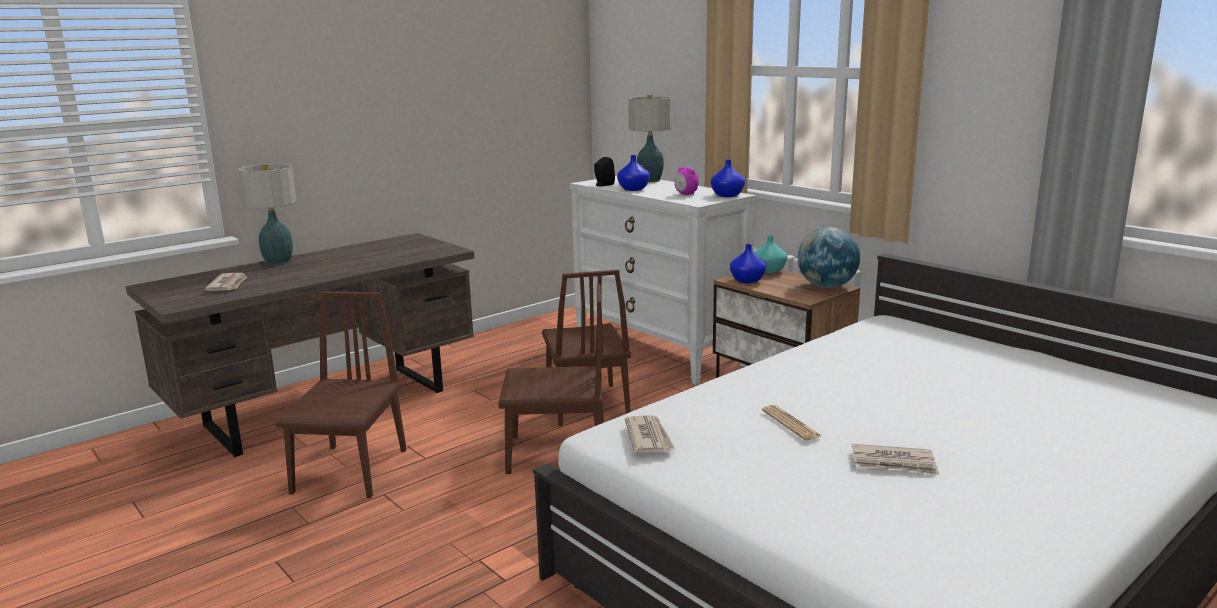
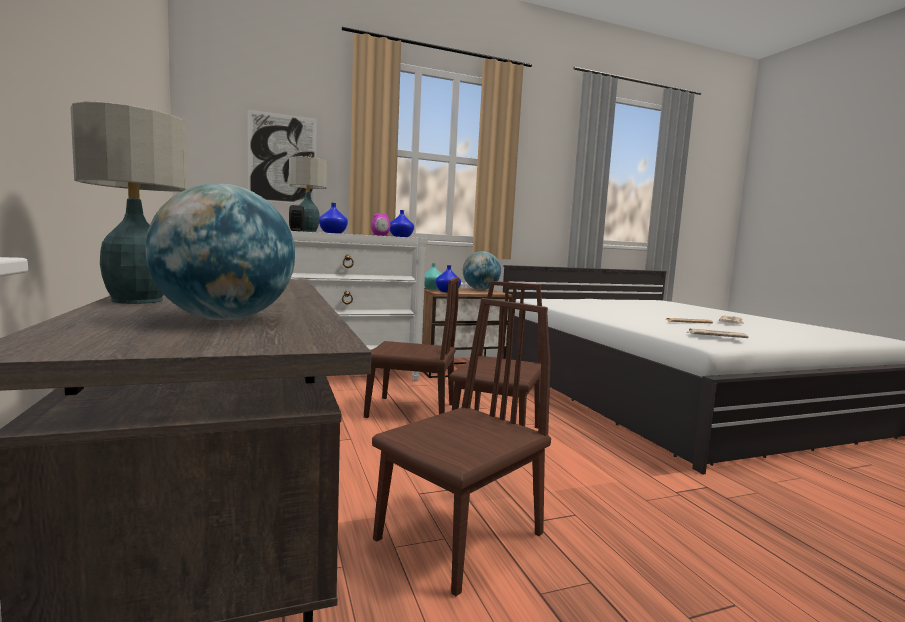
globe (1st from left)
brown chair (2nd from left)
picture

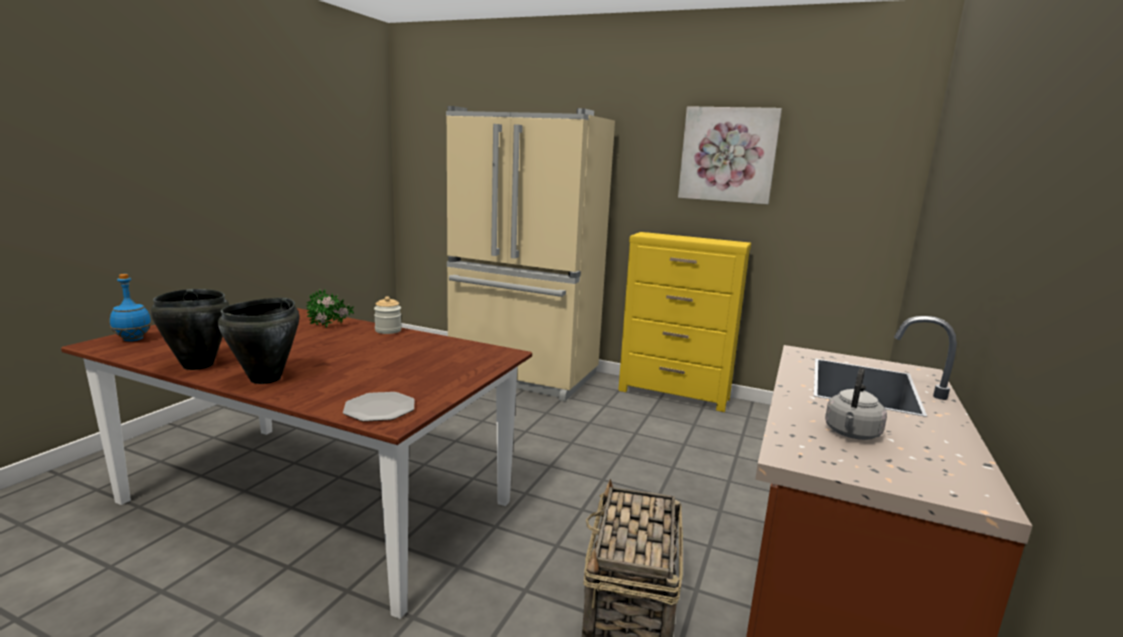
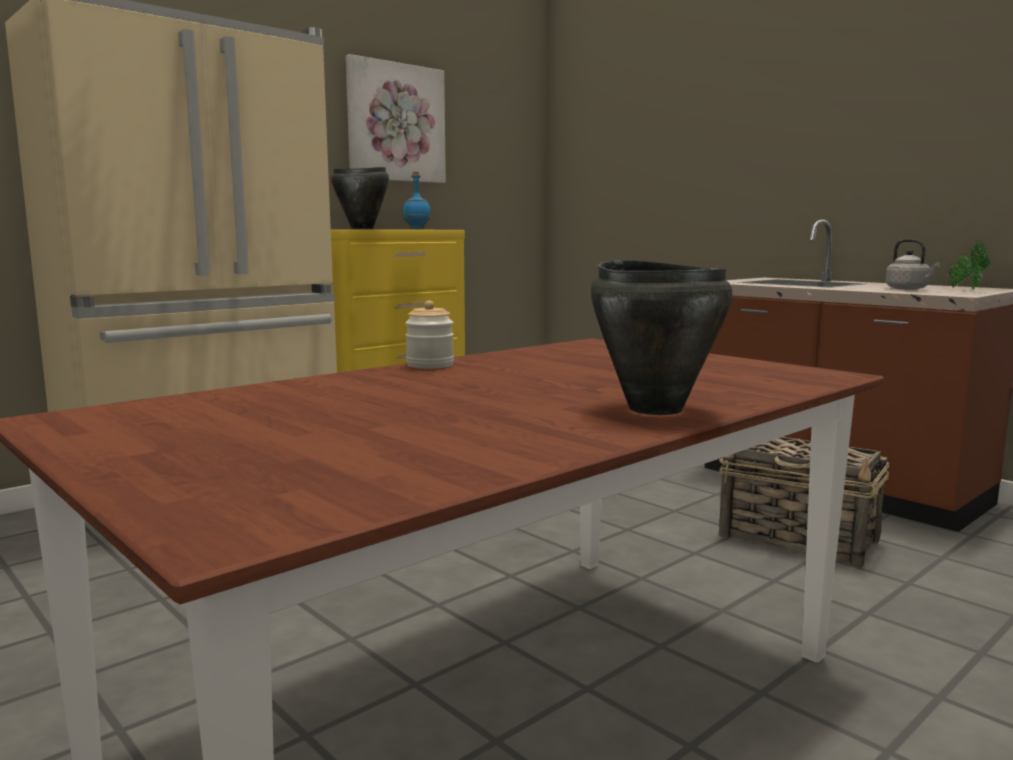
blue bottle
black-coloured saucepot (1st from left)
plant in a pot
flat dish

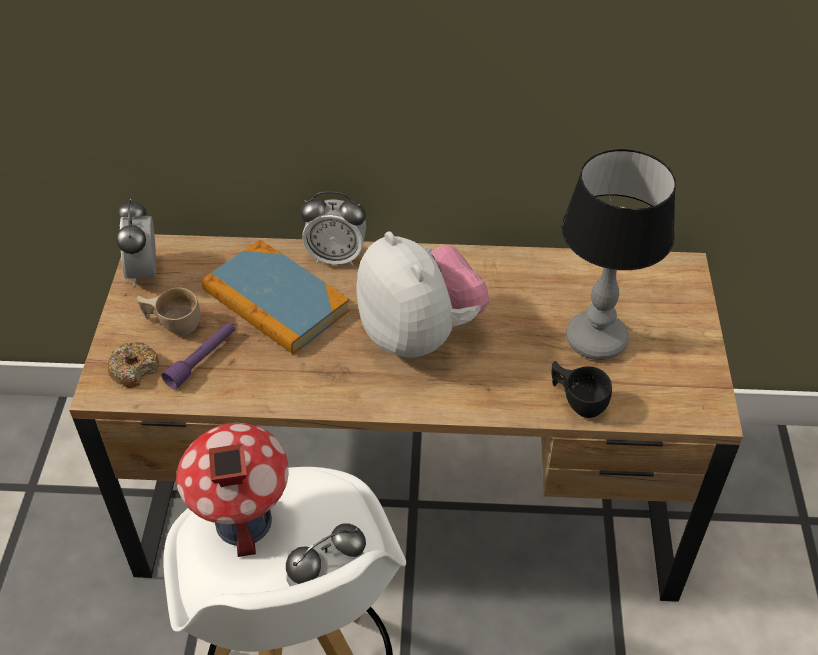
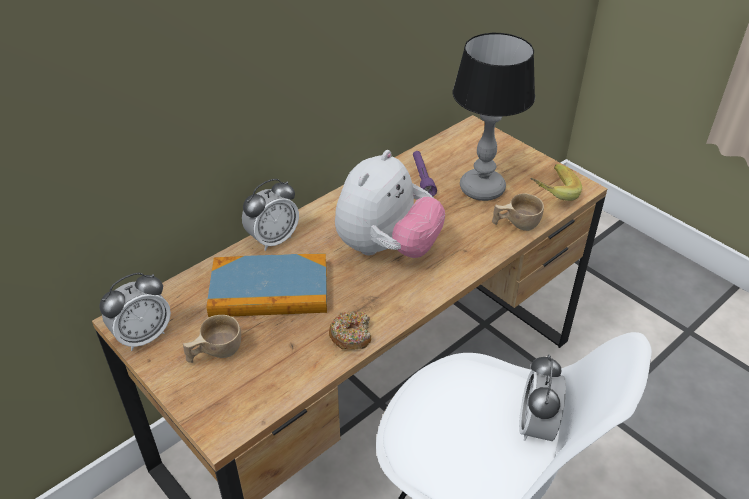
ring doughnut
table clock (1st from left)
purple flashlight
toy house
soft toy
beige drinking cup (2nd from left)
banana fruit

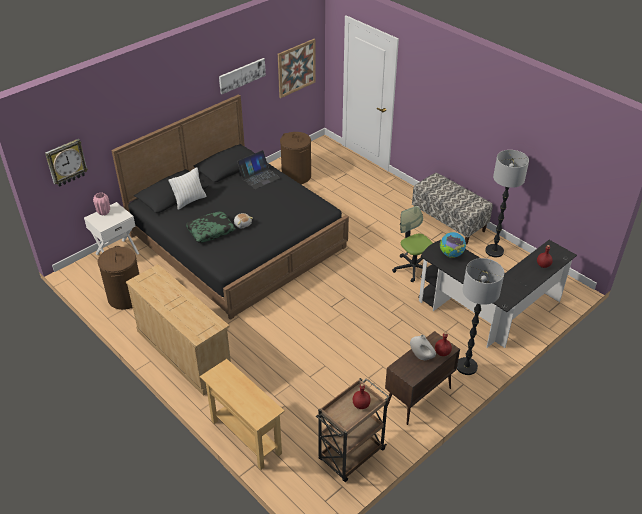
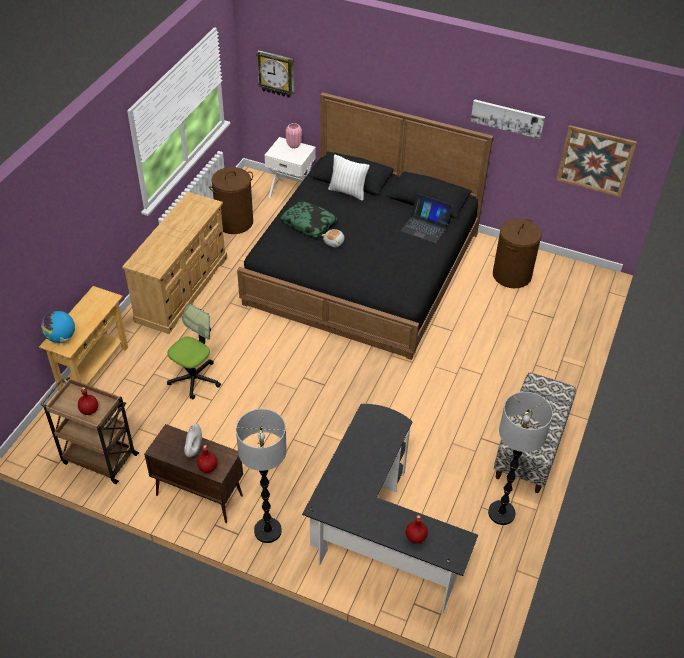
office chair
globe

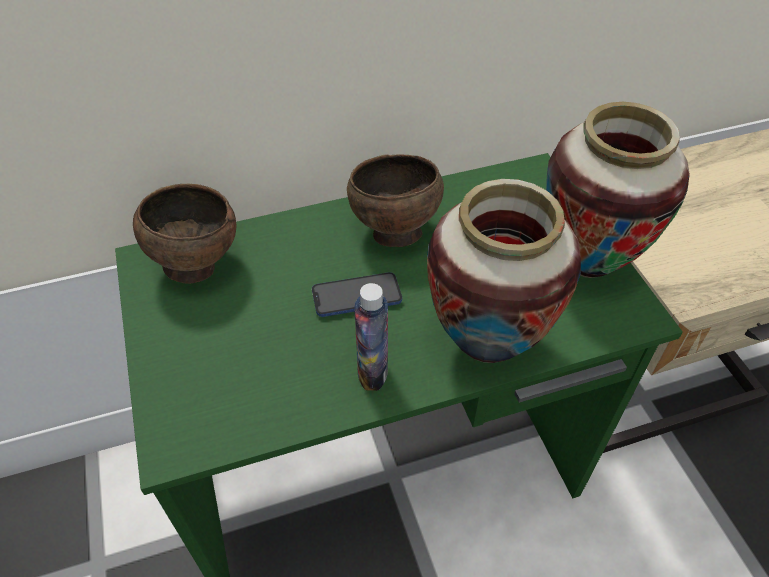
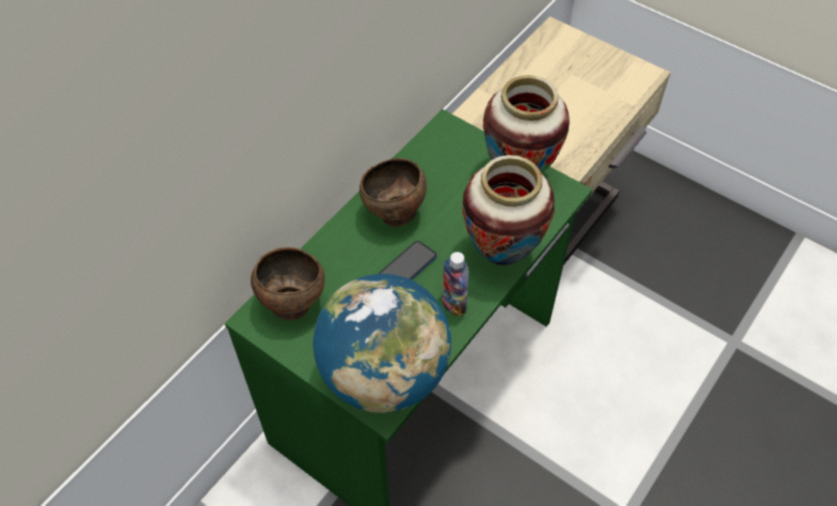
globe

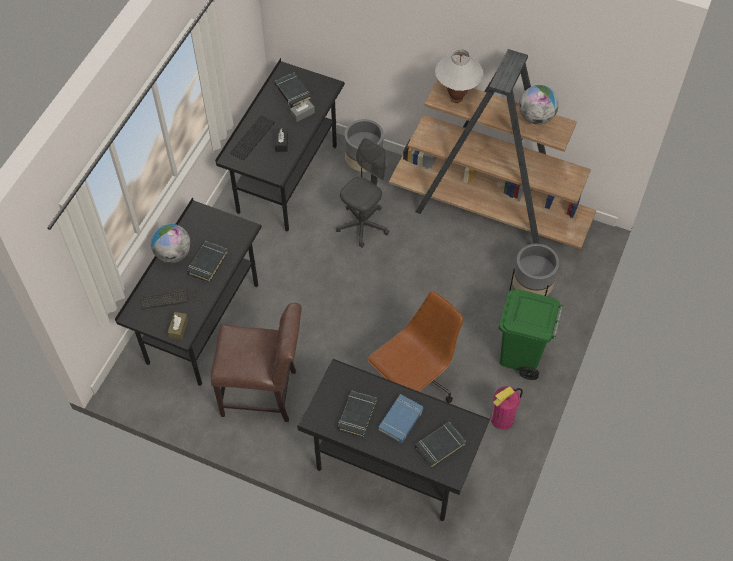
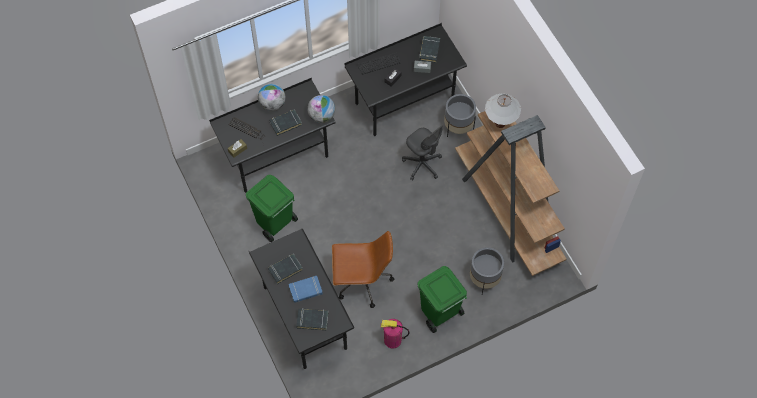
green waste bin (1st from left)
grey office chair
globe (2nd from left)

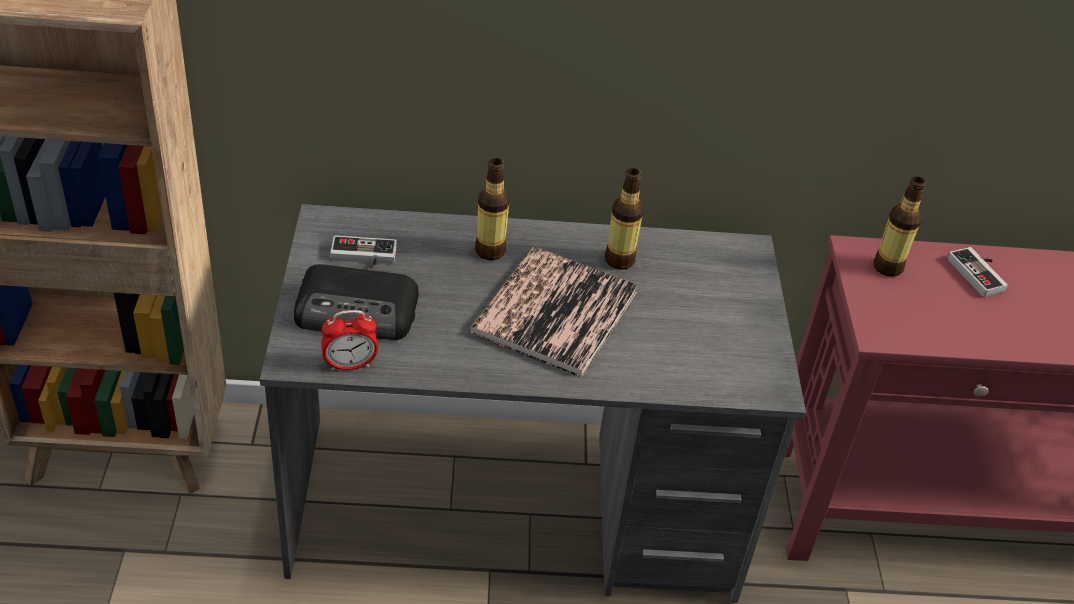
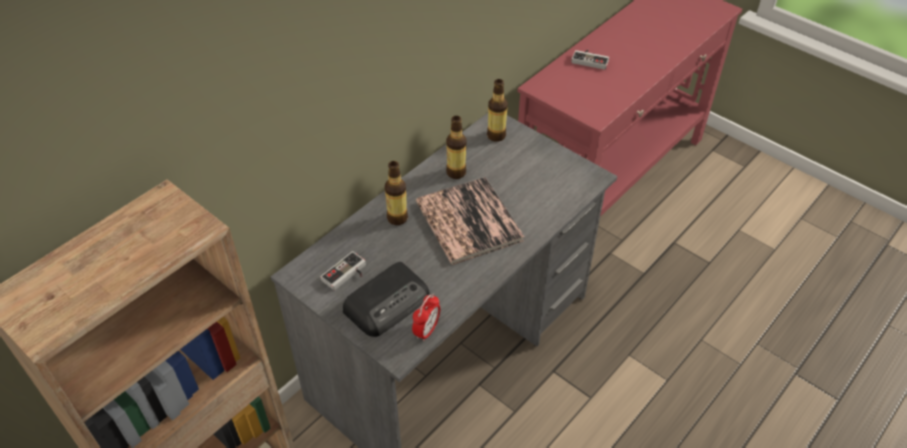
bottle (3rd from left)

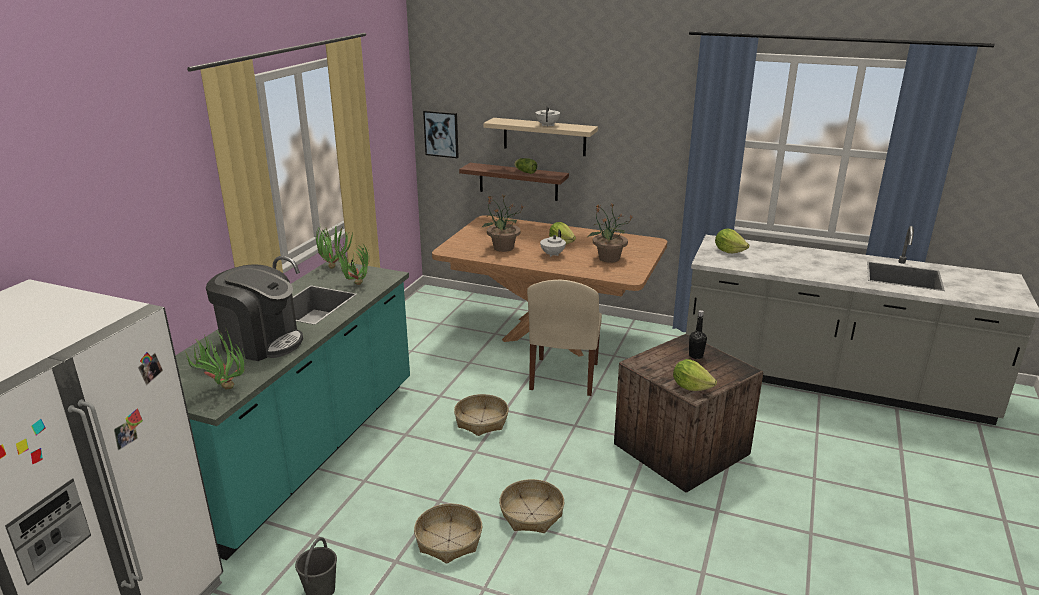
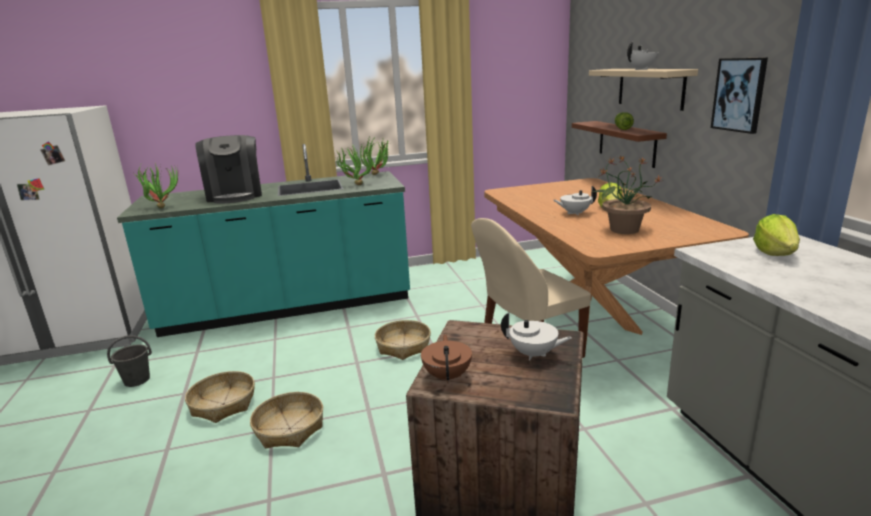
picture
plant in a pot (4th from left in the first image)
brown tea pot
white tea pot (1st from left)

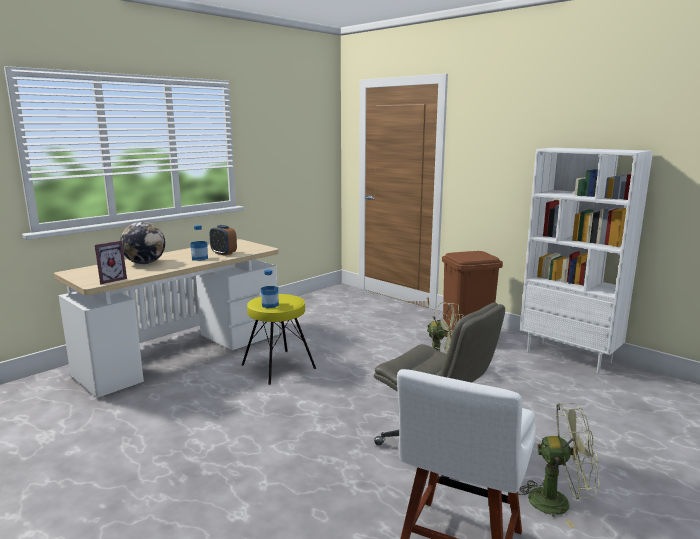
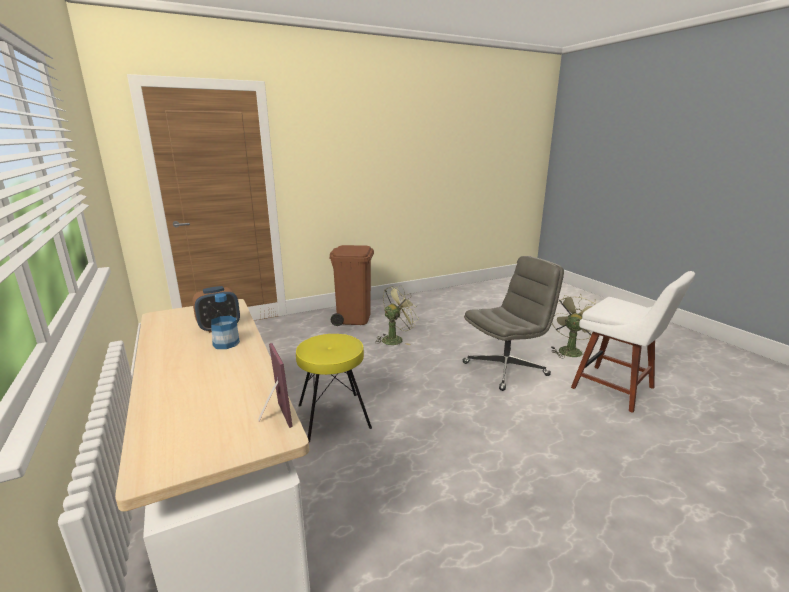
globe
bottle (2nd from left in the first image)
white shelving unit

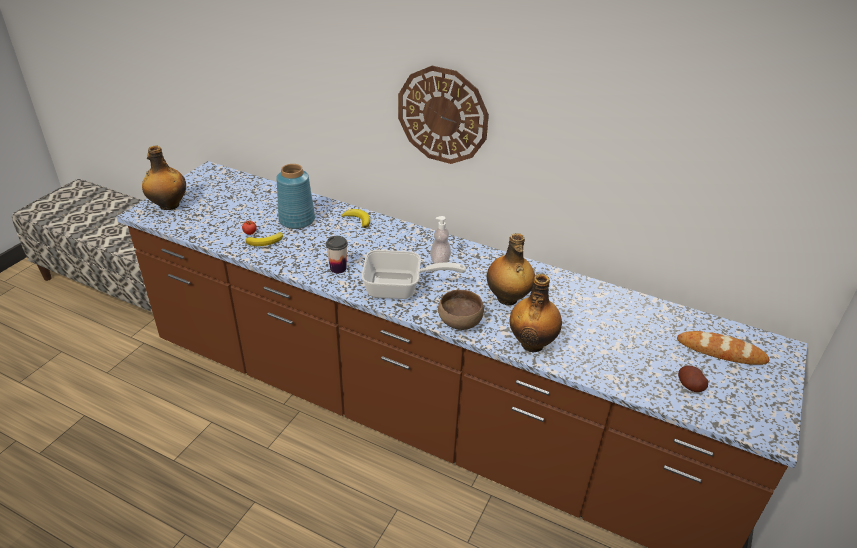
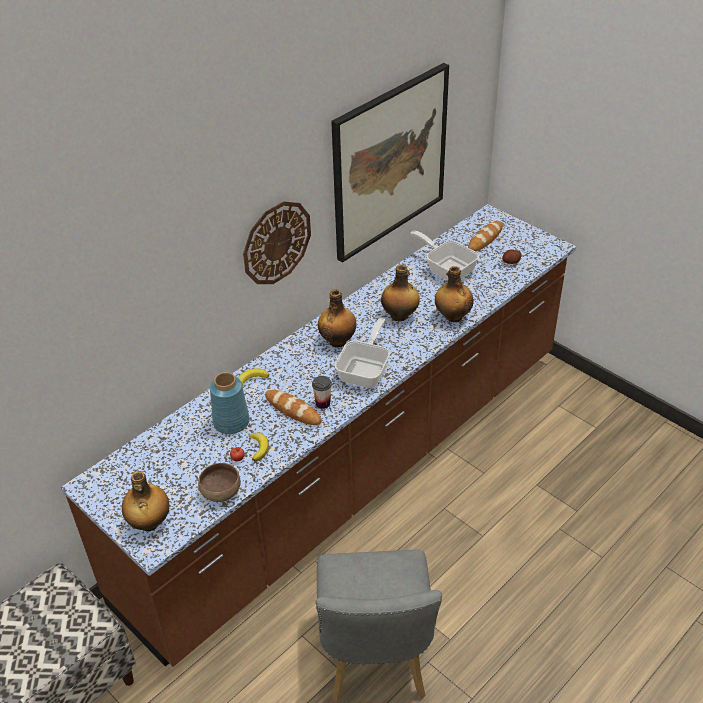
bottle (2nd from left)
brown bowl
baked bread (1st from left)
grey chair
picture
skillet (2nd from left)

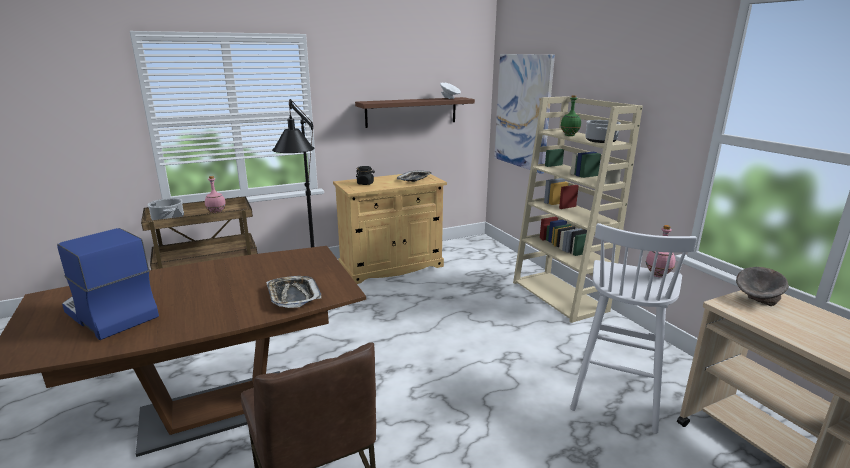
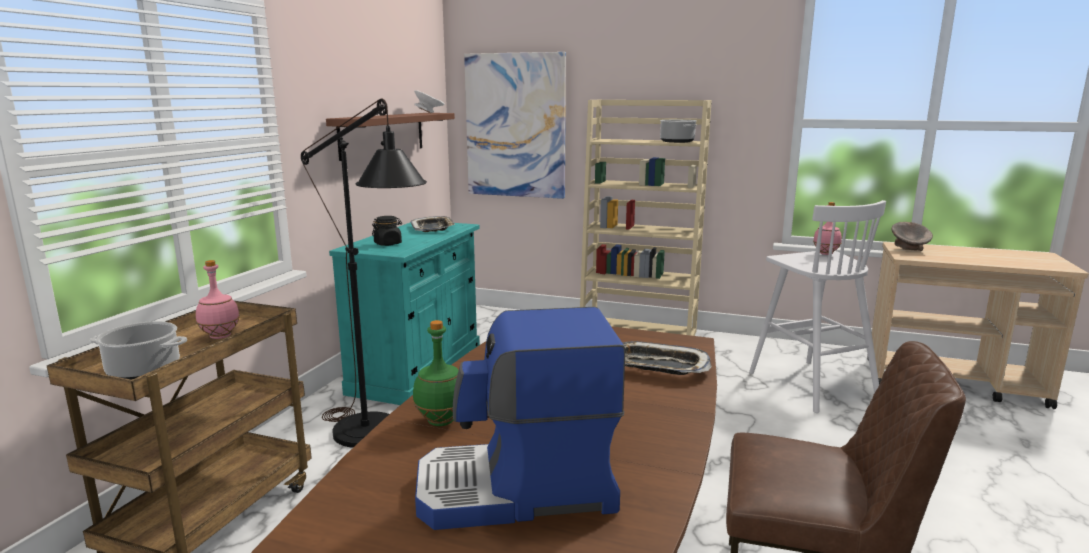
blue-green cupboard
green bottle

